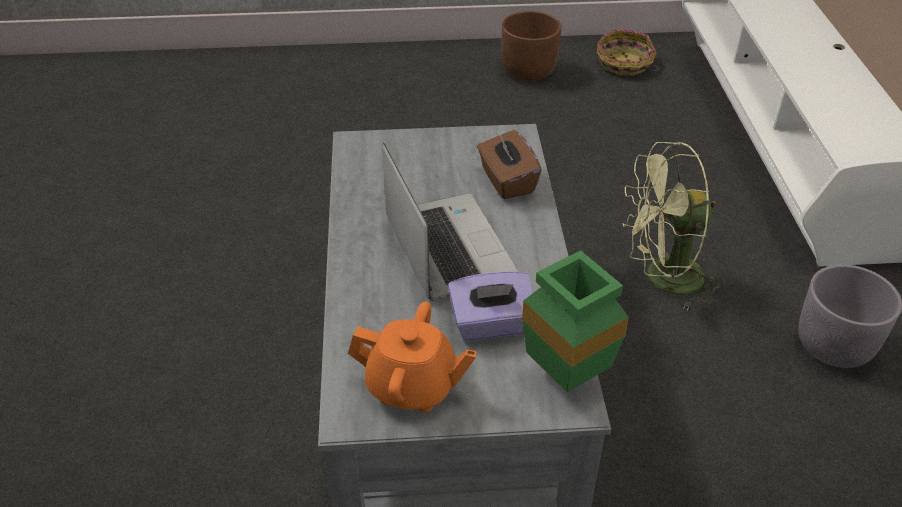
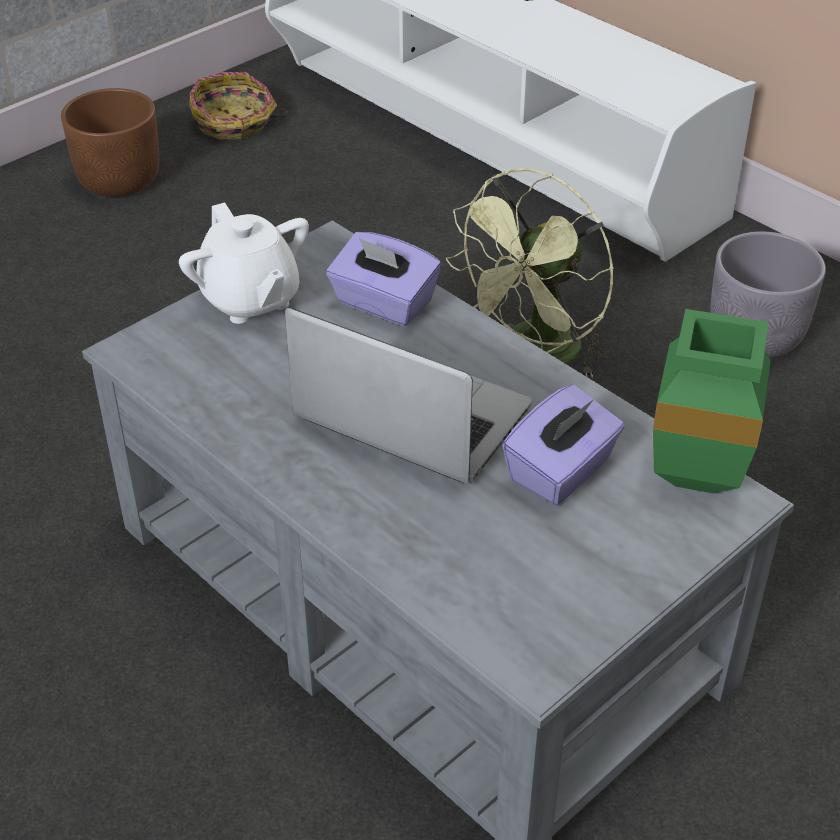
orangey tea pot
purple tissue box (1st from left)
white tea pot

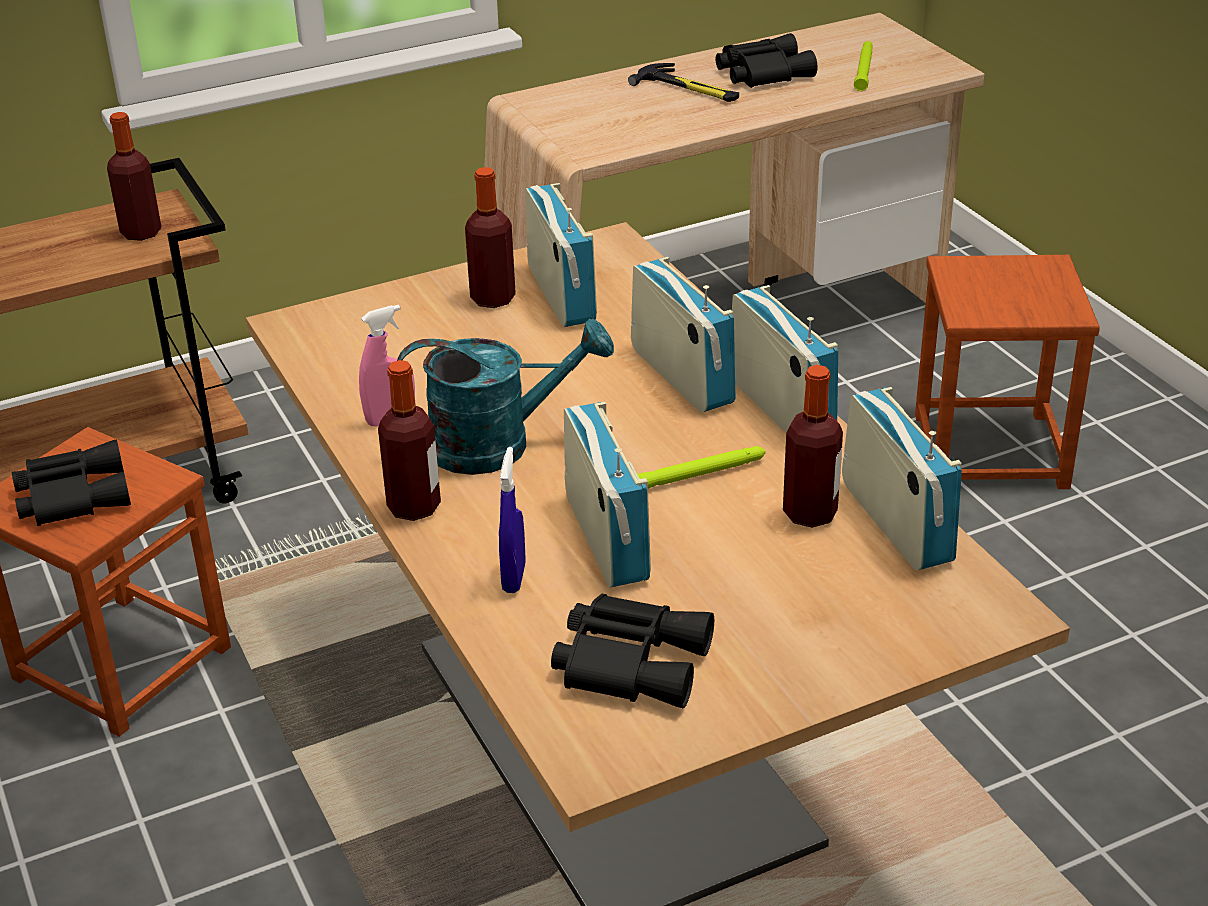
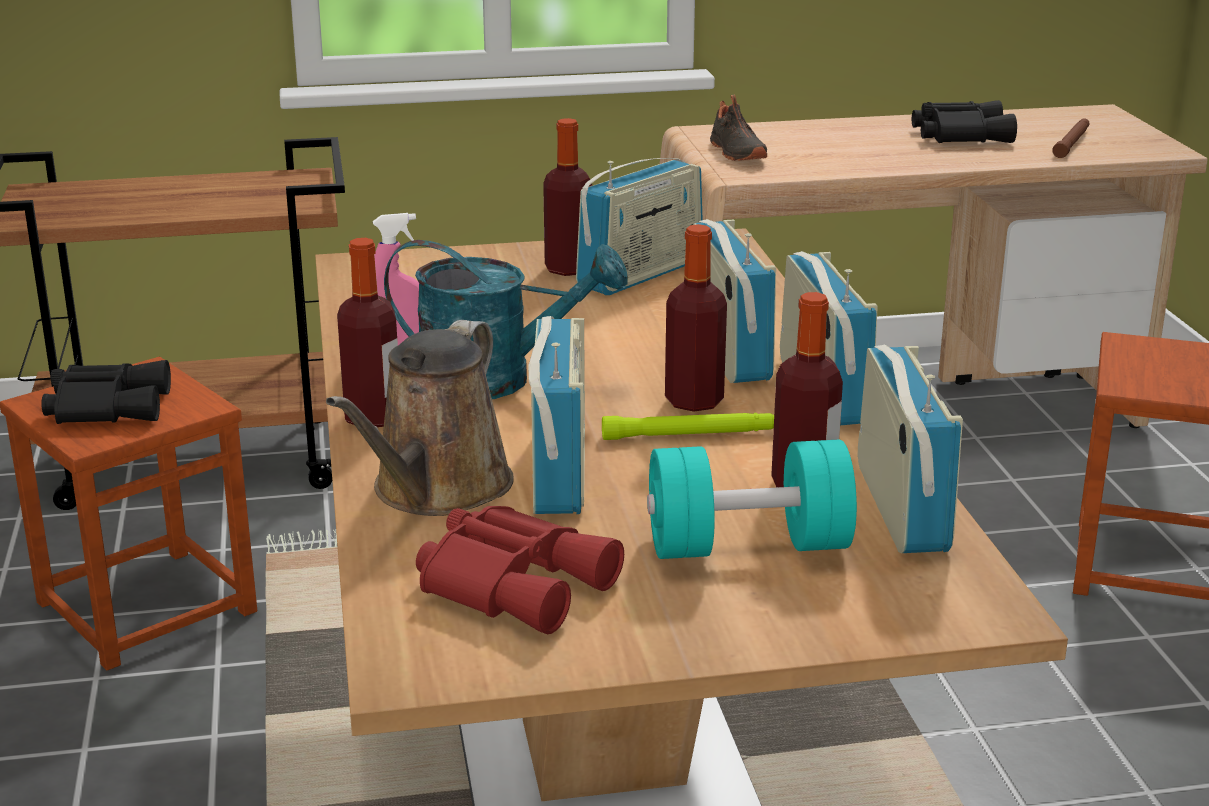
bottle (3rd from left)
brown watering pot
radio set (2nd from left)
red binoculars
hand hammer
brown flashlight
blue-green free weight
black-coloured low shoe

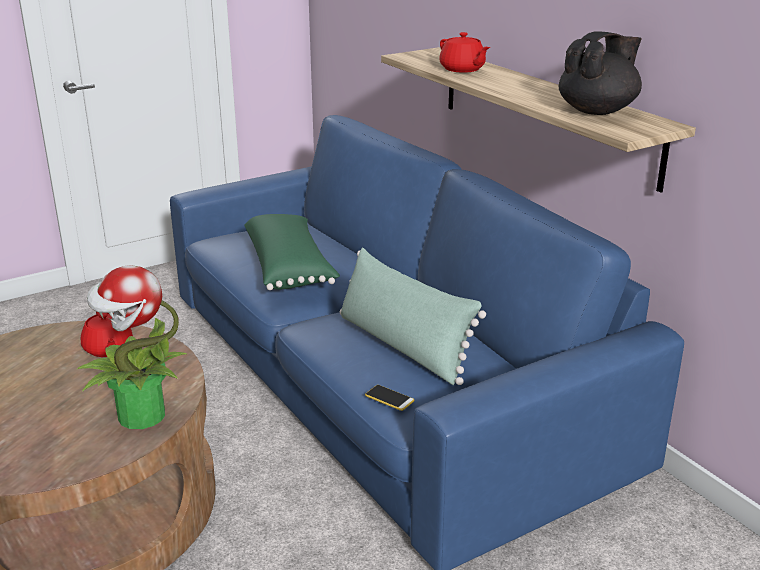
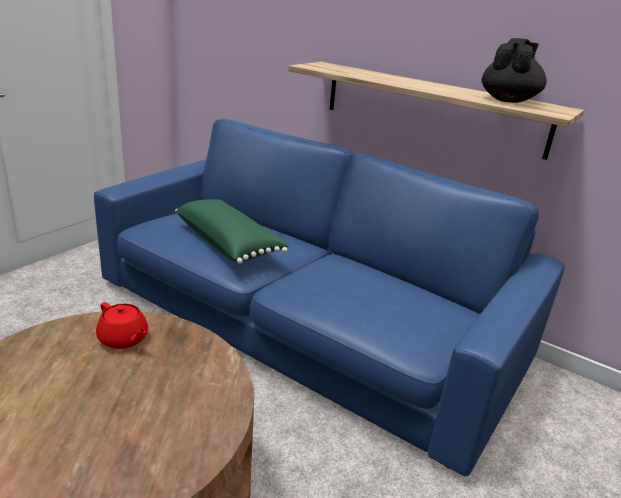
plant in a pot
green throw pillow (2nd from left in the first image)
telephone
red tea pot (2nd from left in the first image)

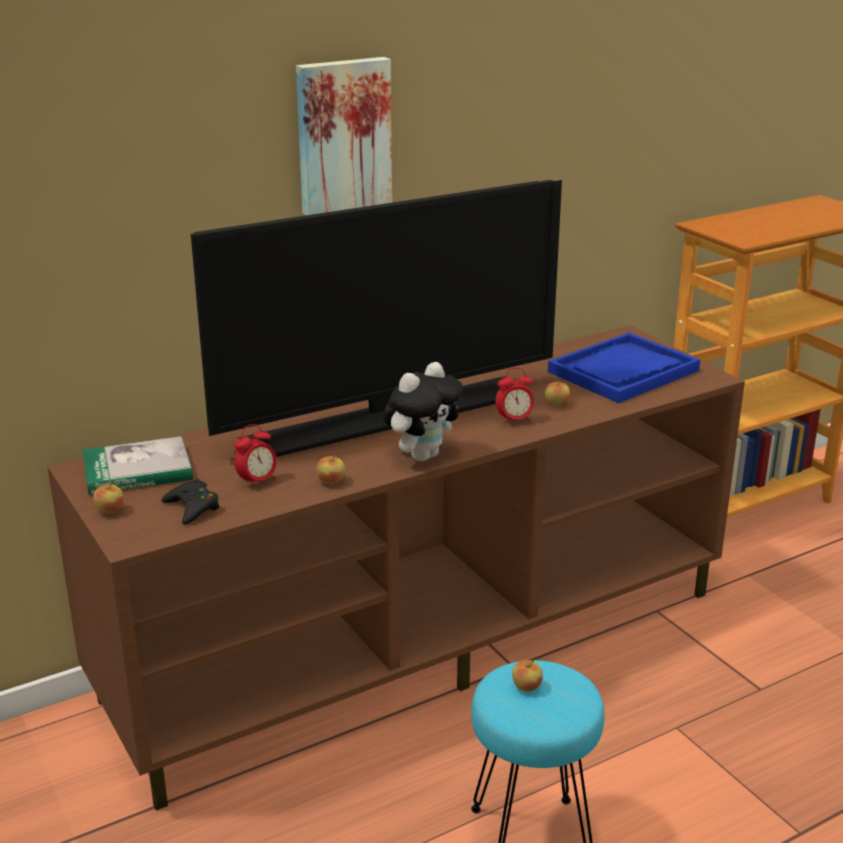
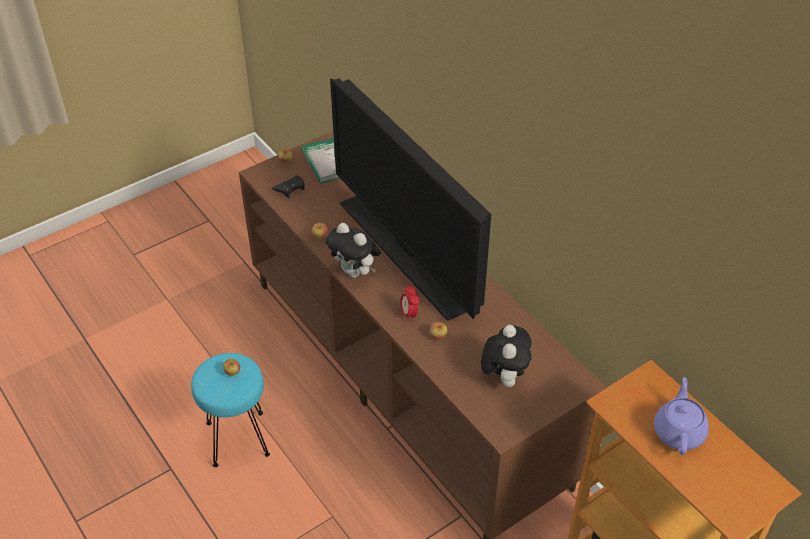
table clock (1st from left in the first image)
picture
soft toy (2nd from left)
purple tea pot

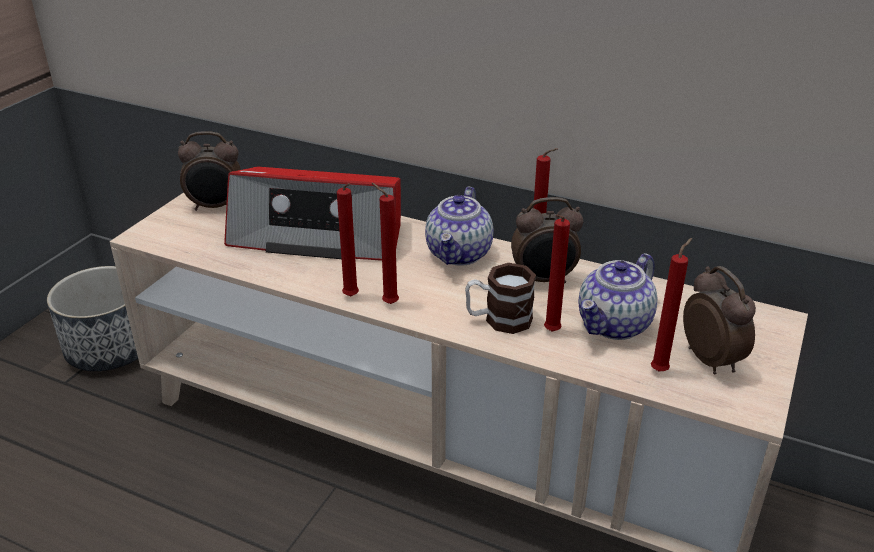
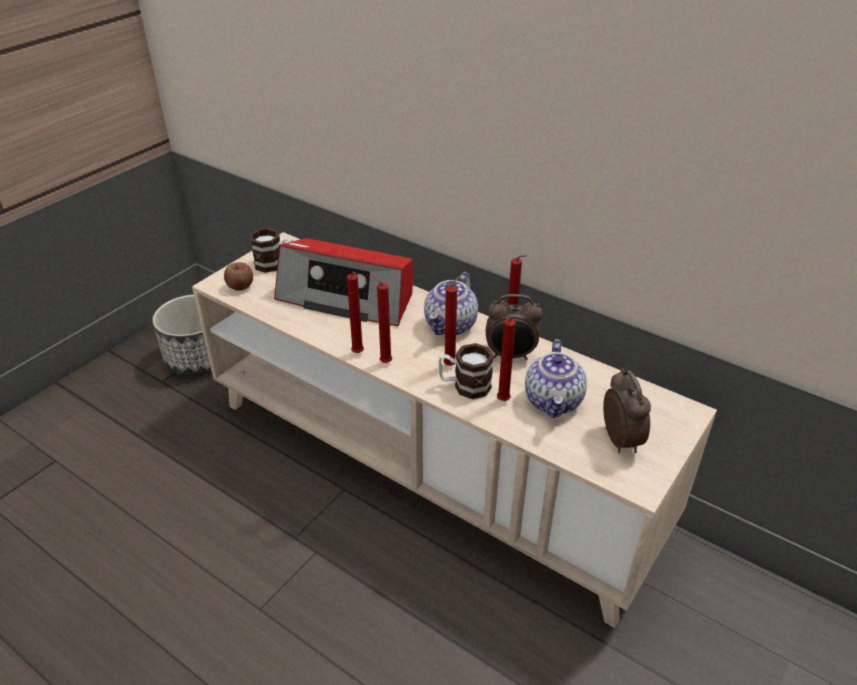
mug (1st from left)
tea pot (2nd from left)
red wax light (3rd from left)
whole apple

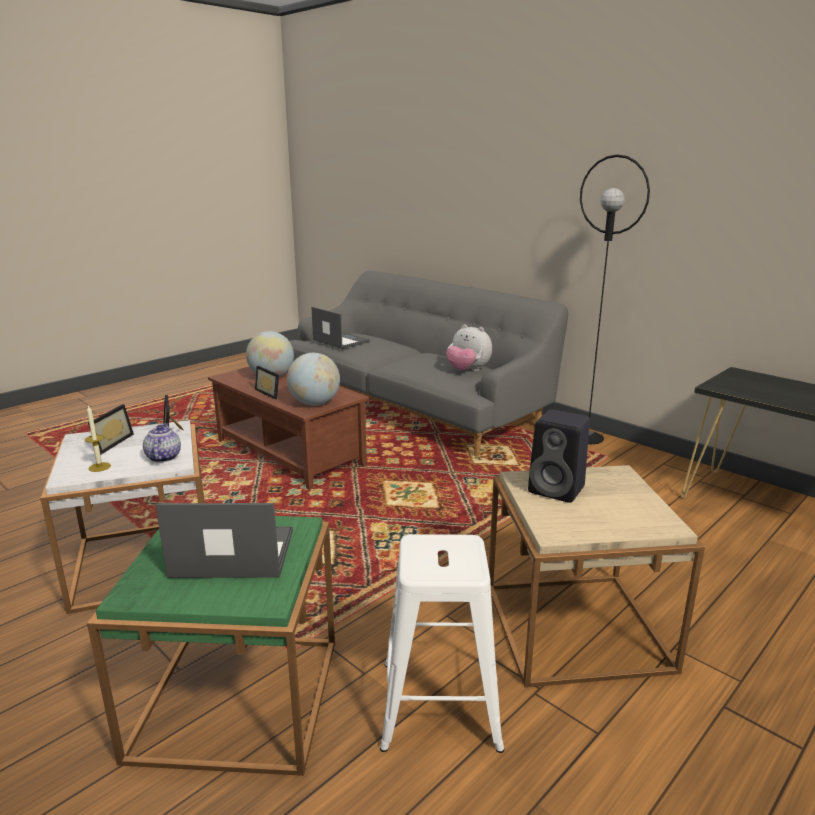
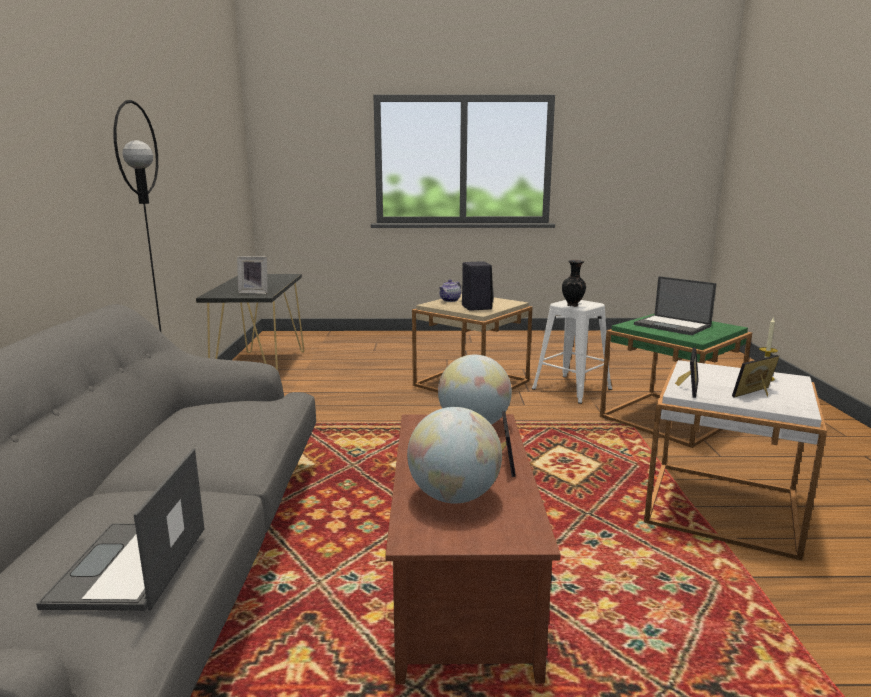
tea pot
soft toy
photo frame (1st from left)
black-coloured vase

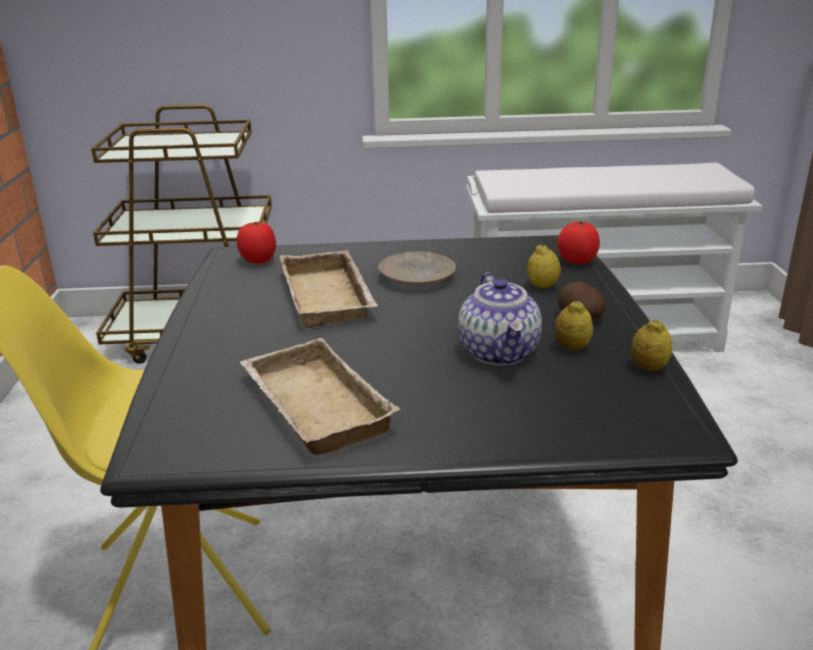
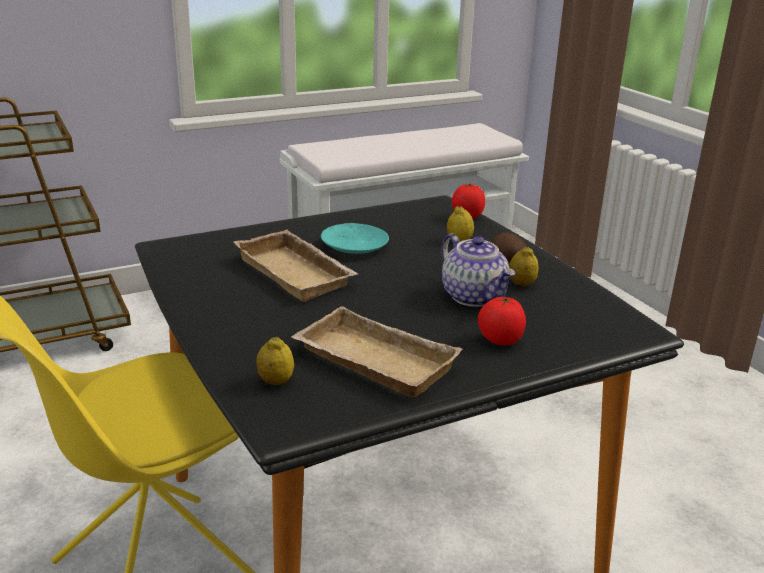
tomato (2nd from left)
blue-green flat dish
whole lemon (1st from left)

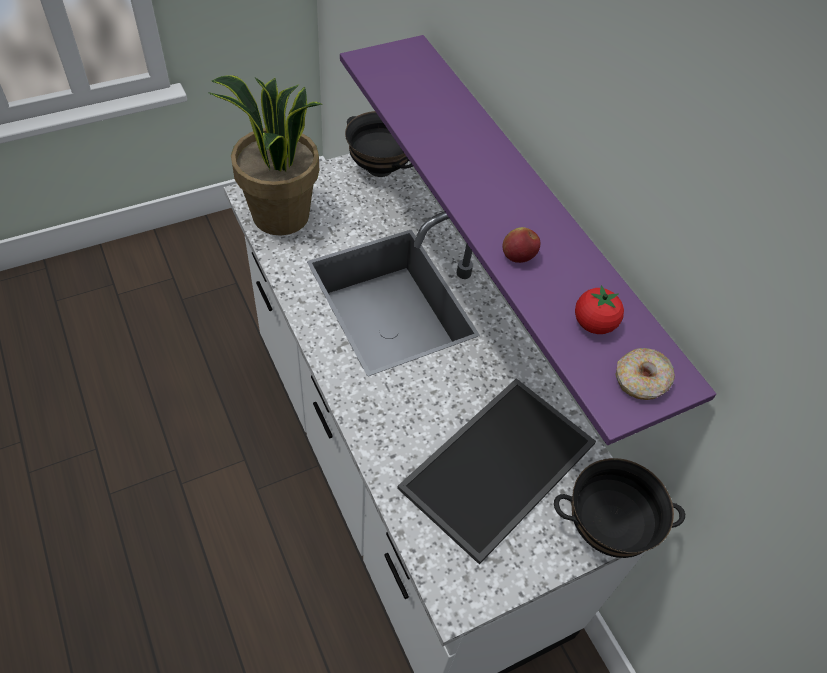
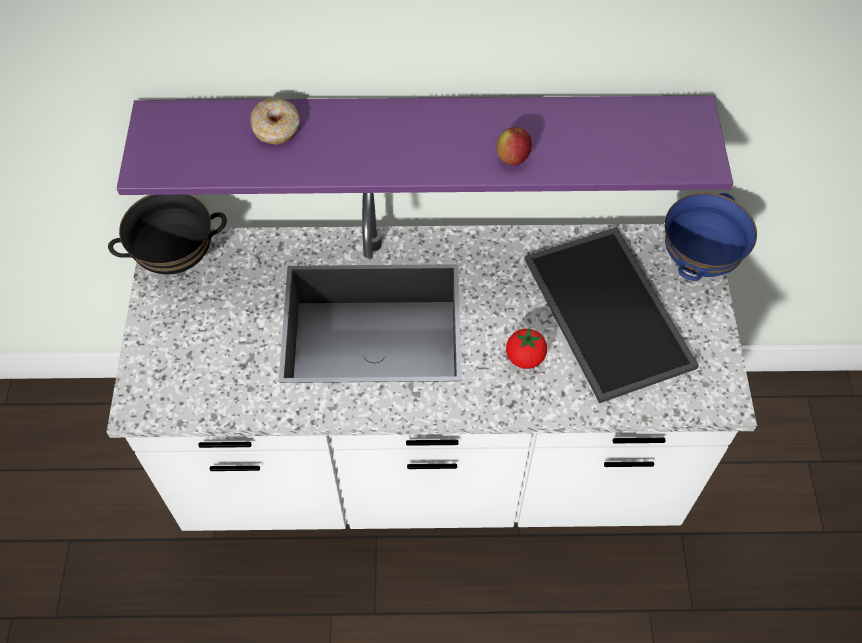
plant in a pot
blue bowl
tomato
ring doughnut

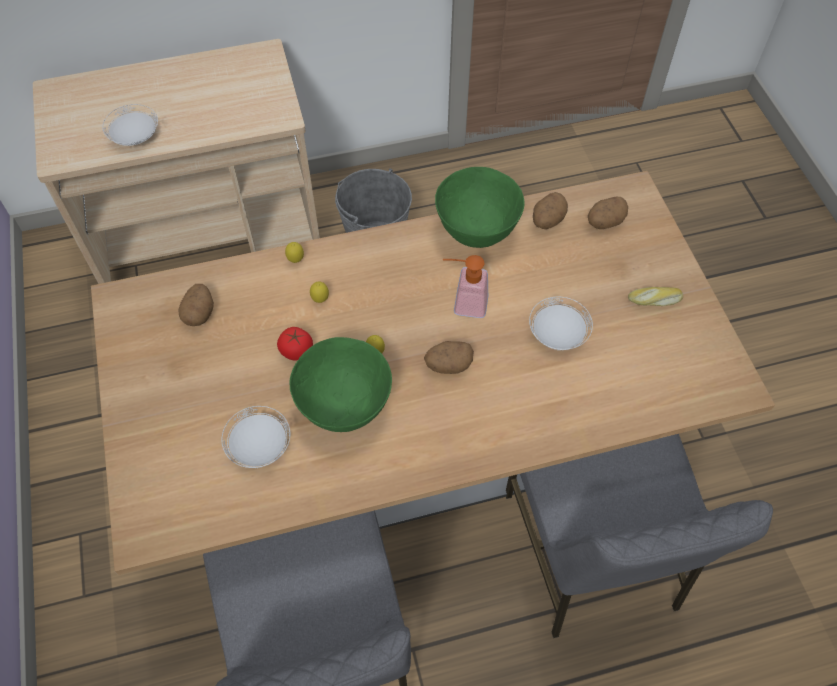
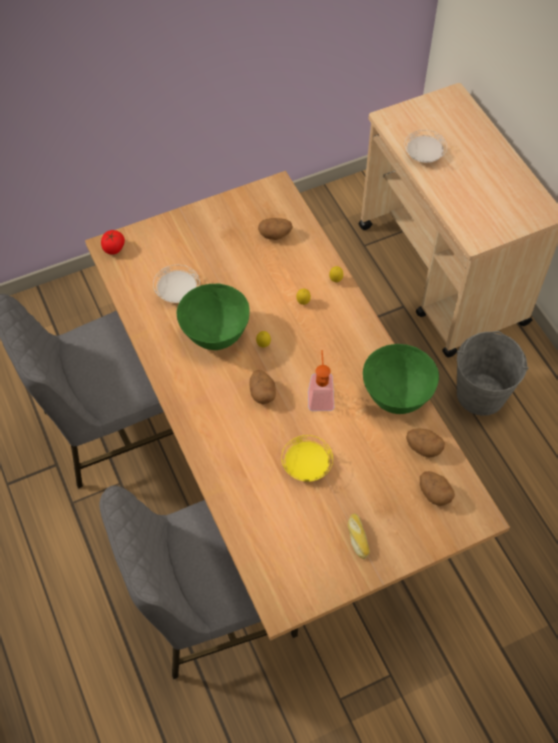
tomato
yellow flat dish

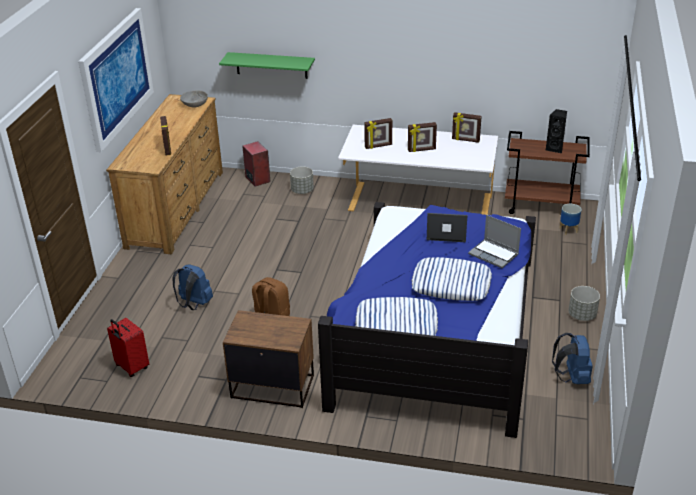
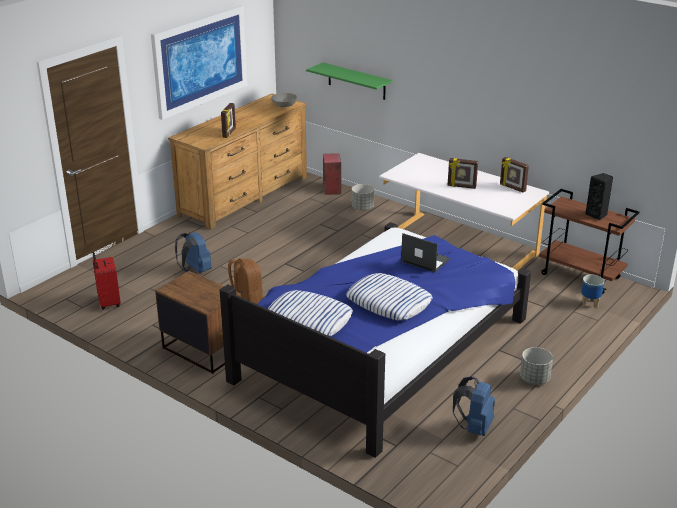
photo frame (2nd from left in the first image)
laptop (2nd from left in the first image)

